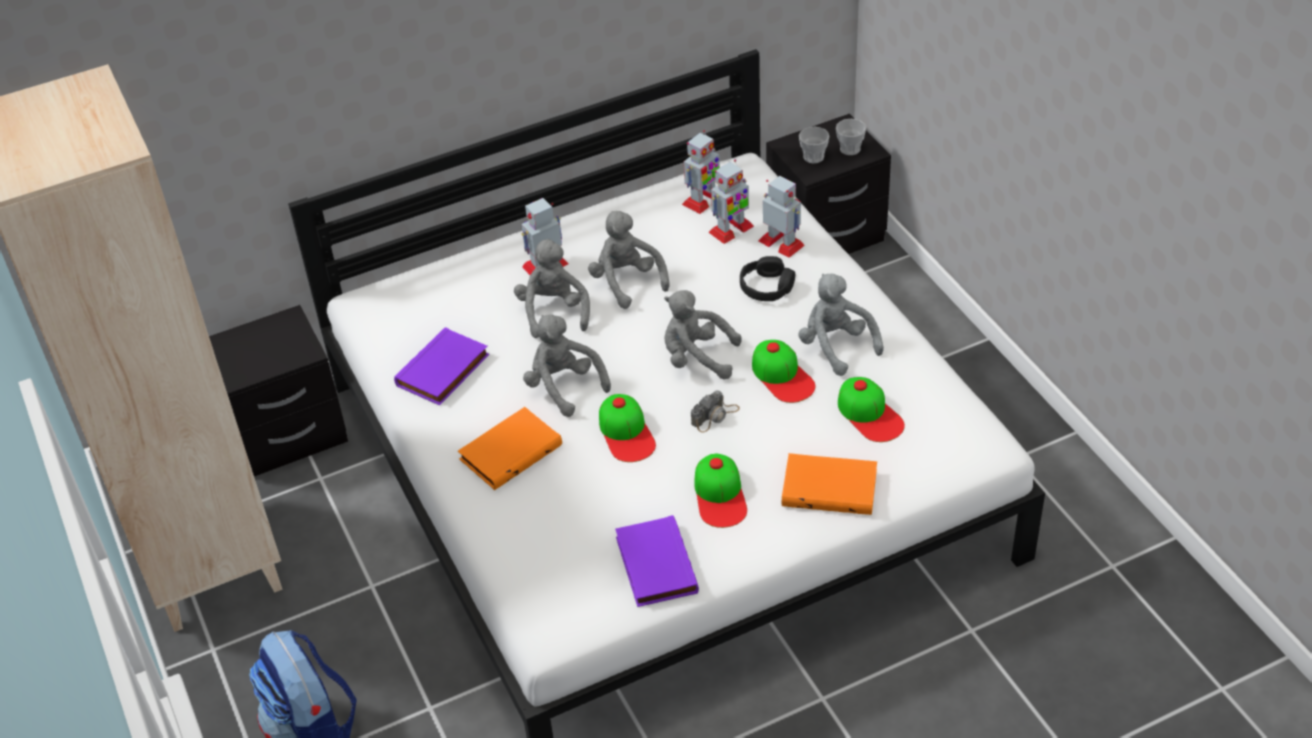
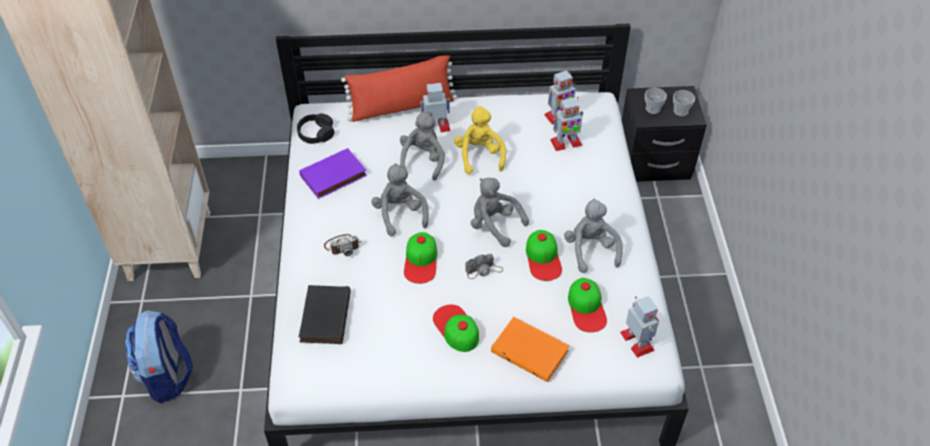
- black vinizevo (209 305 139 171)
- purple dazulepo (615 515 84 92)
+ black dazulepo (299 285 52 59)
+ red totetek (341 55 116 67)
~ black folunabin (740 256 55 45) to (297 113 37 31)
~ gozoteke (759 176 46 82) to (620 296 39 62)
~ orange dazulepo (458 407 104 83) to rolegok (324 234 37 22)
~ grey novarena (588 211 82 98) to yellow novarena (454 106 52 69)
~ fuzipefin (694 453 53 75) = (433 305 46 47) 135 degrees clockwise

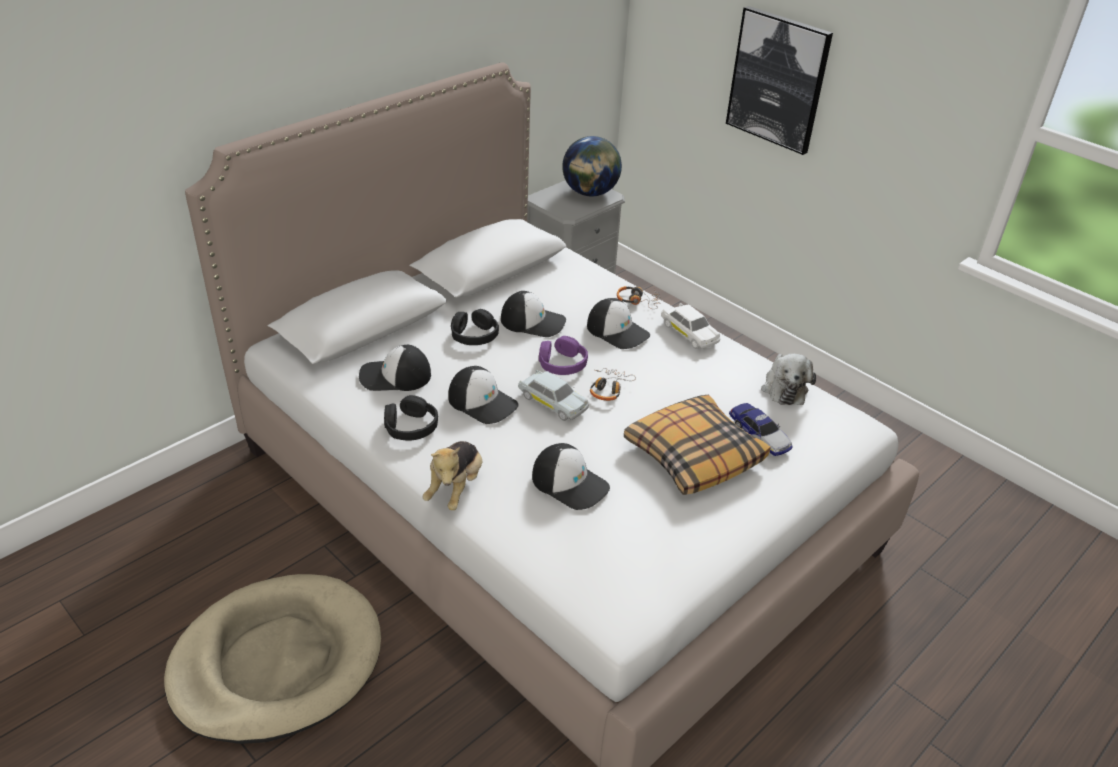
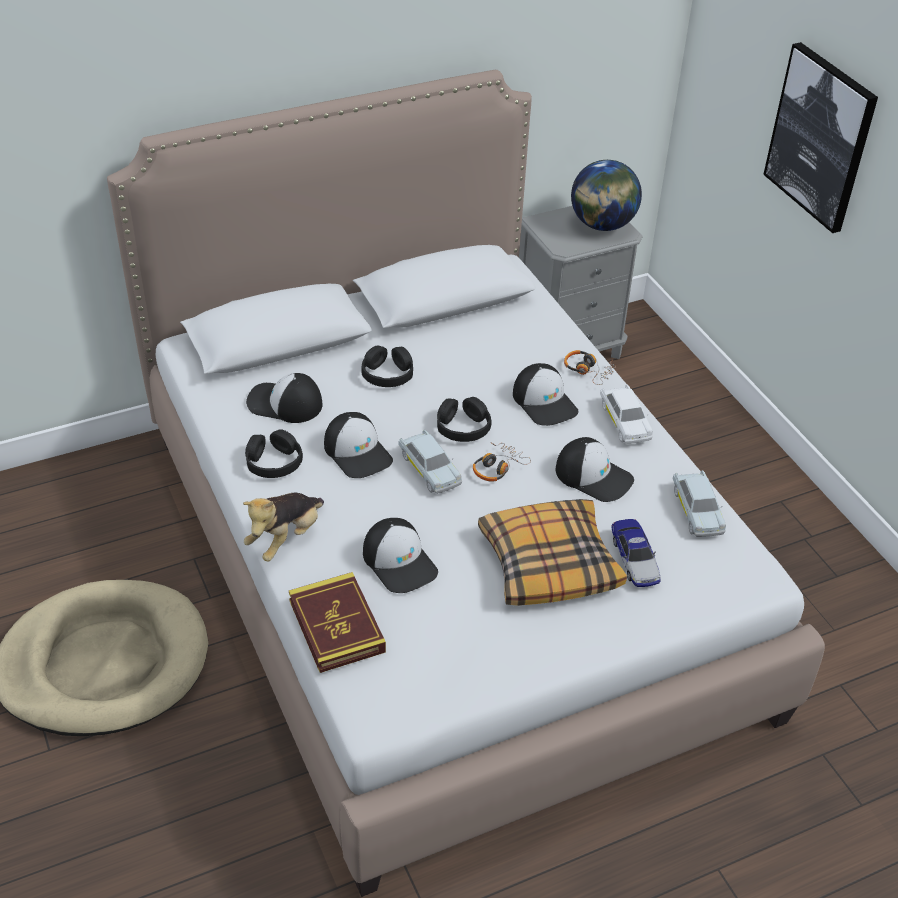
+ dazulepo (289 572 97 101)
~ fuzipefin (501 291 65 46) to (556 437 78 65)
~ novarena (761 354 55 51) to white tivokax (673 470 53 67)
~ purple folunabin (539 336 49 39) to black folunabin (437 397 55 45)

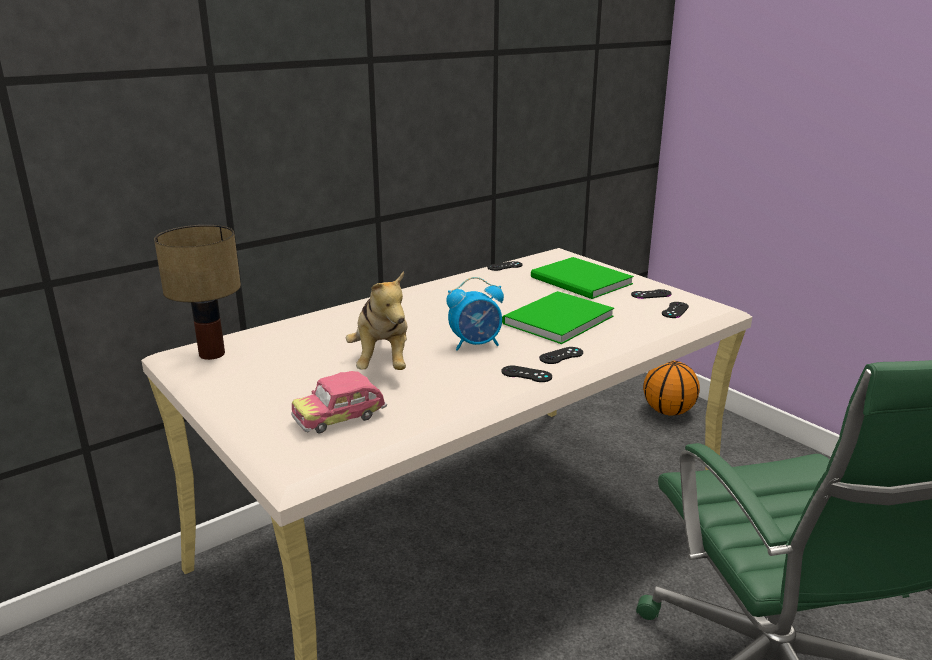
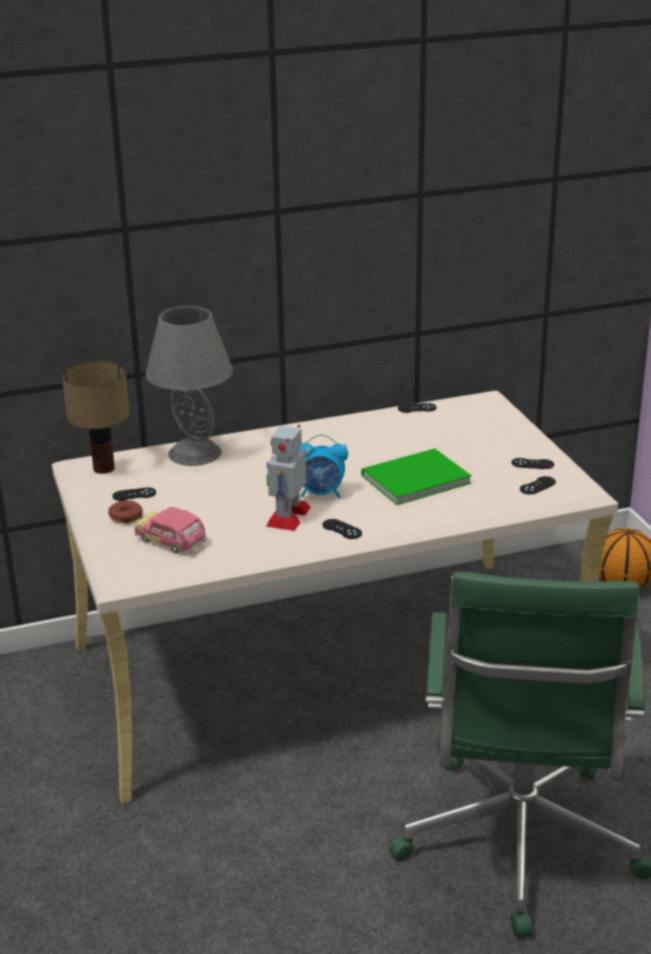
- novarena (346 271 61 99)
- green dazulepo (531 257 103 42)
+ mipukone (108 500 35 23)
+ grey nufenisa (145 306 88 160)
+ gozoteke (266 425 45 106)
~ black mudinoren (539 347 44 17) to (112 487 44 14)
~ tivokax (291 371 96 63) = (135 507 73 47) 45 degrees clockwise

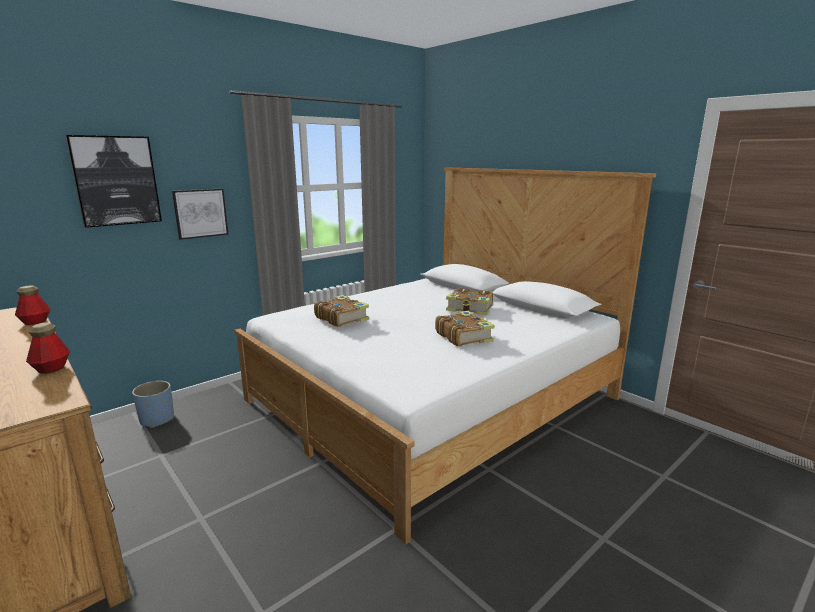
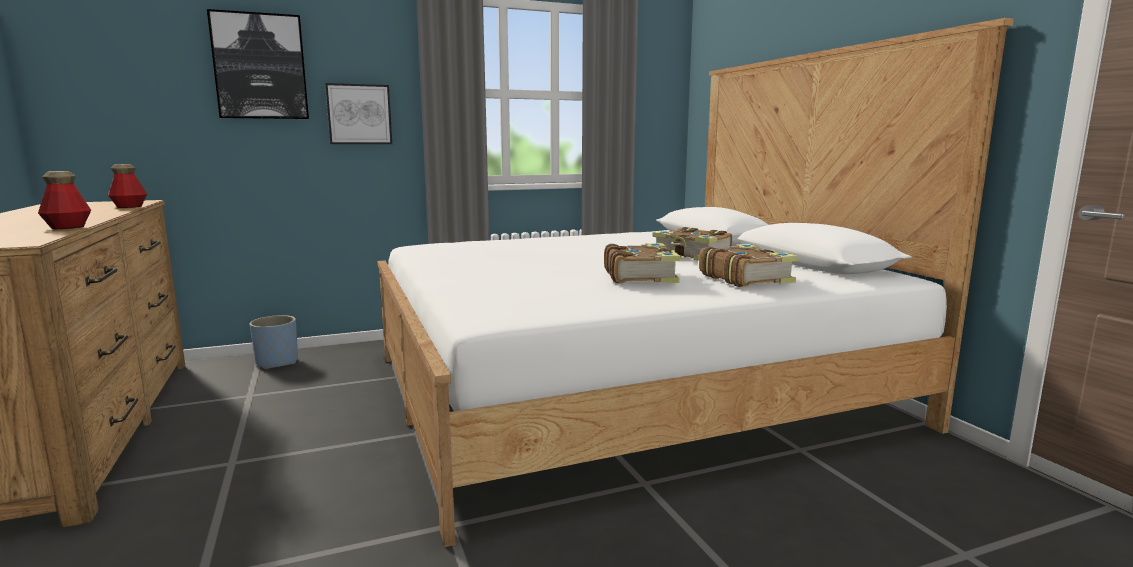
~ dazulepo (314 295 55 32) to (699 244 99 43)

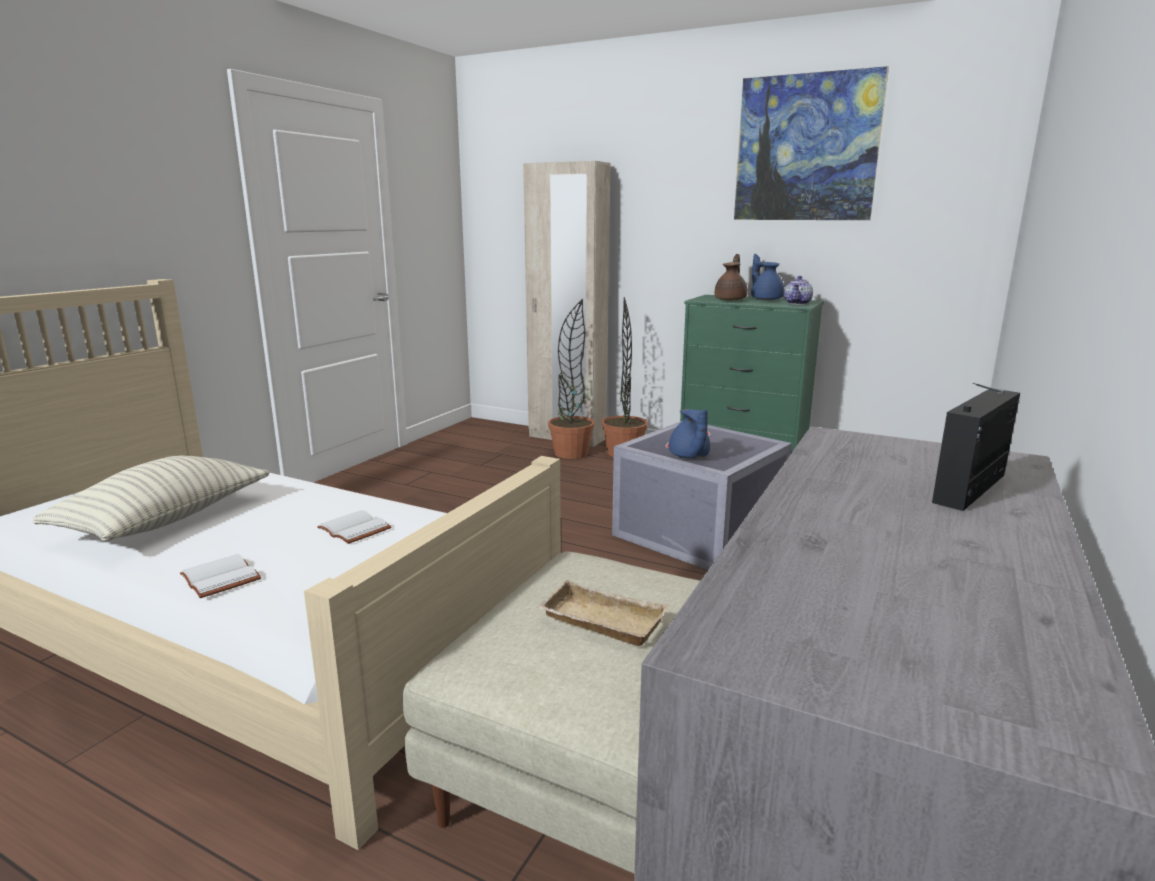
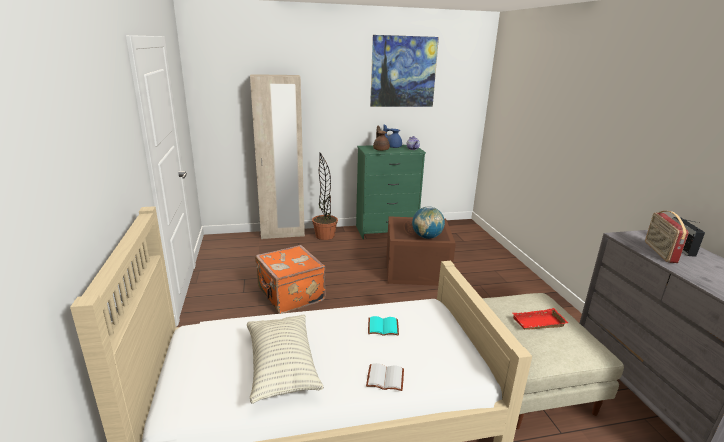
- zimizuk (548 299 47 160)
+ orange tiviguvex (255 245 71 69)
+ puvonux (645 211 44 52)
~ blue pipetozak (669 409 41 49) to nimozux (412 206 33 33)
~ white dazulepo (317 510 74 34) to turquoise dazulepo (368 316 31 20)
~ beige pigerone (536 580 133 66) to red pigerone (513 308 55 22)
~ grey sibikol (612 421 180 149) to brown sibikol (386 216 70 70)

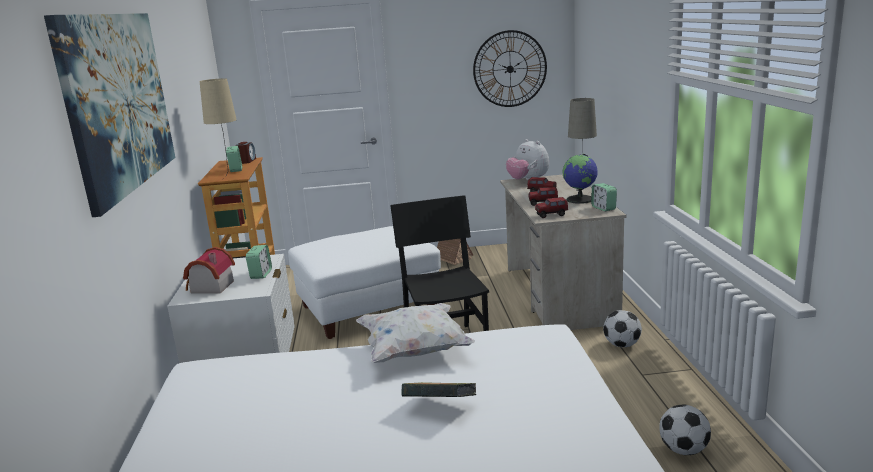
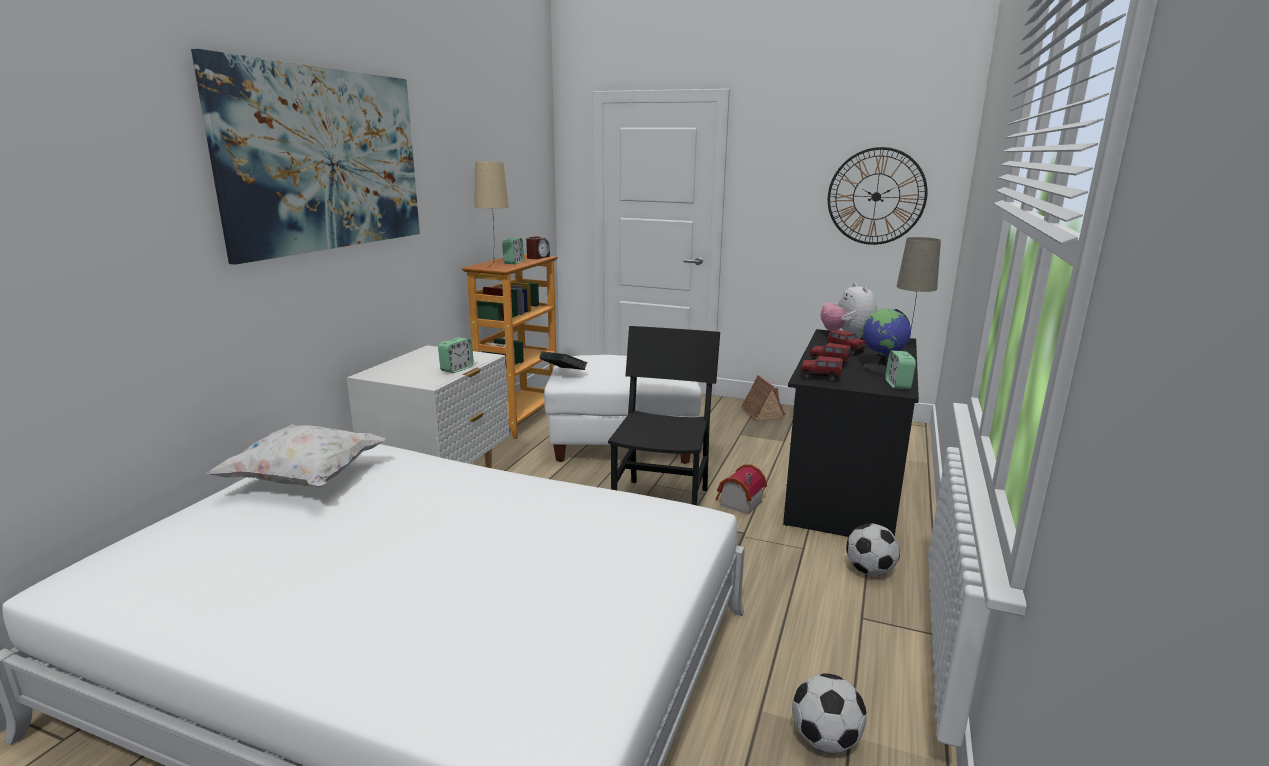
~ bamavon (183 247 52 47) to (715 465 52 49)
~ white totetek (356 303 119 60) to (207 424 179 64)
~ dazulepo (401 382 75 15) to (539 351 48 19)
~ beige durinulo (500 175 127 155) to black durinulo (783 329 136 208)

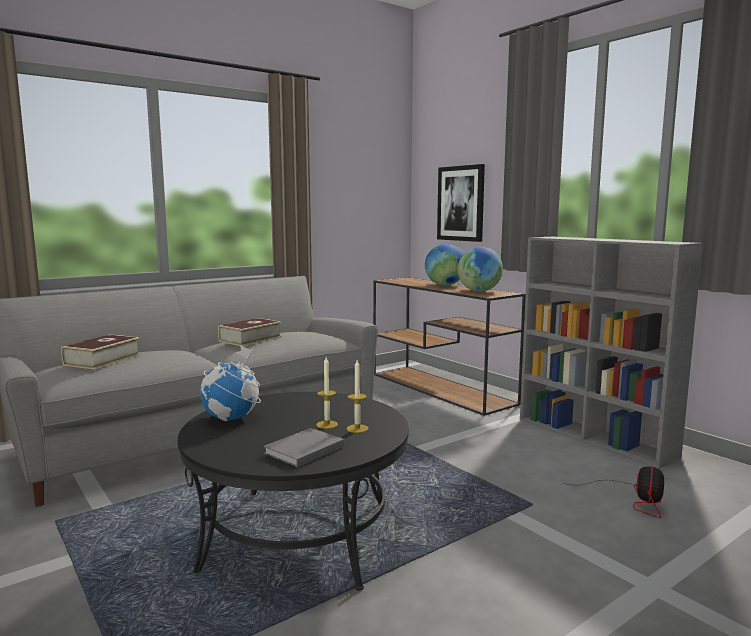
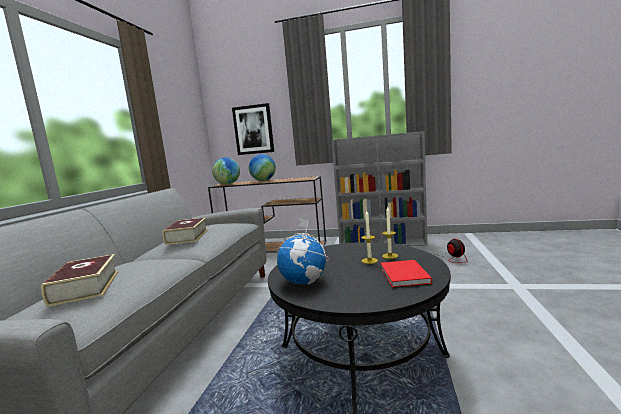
~ nimozux (458 247 45 45) to (212 157 28 28)
~ grey dazulepo (264 428 80 39) to red dazulepo (380 260 52 28)

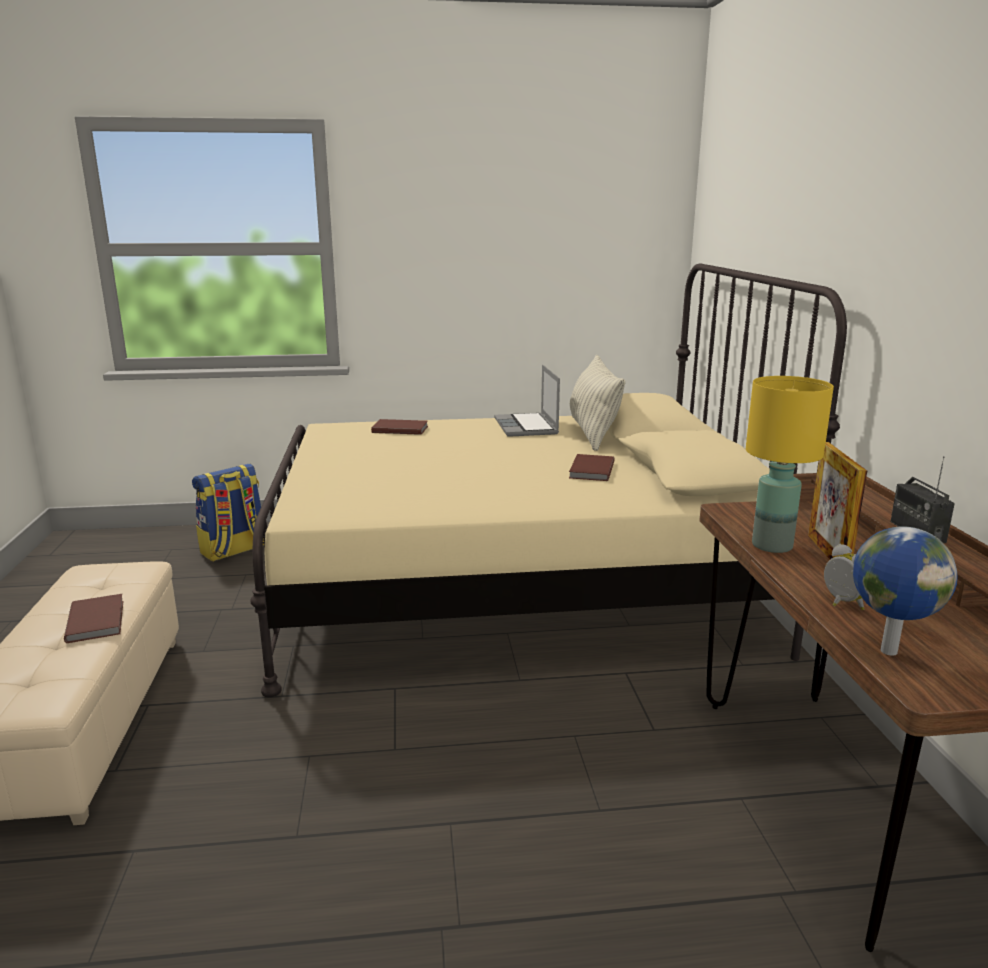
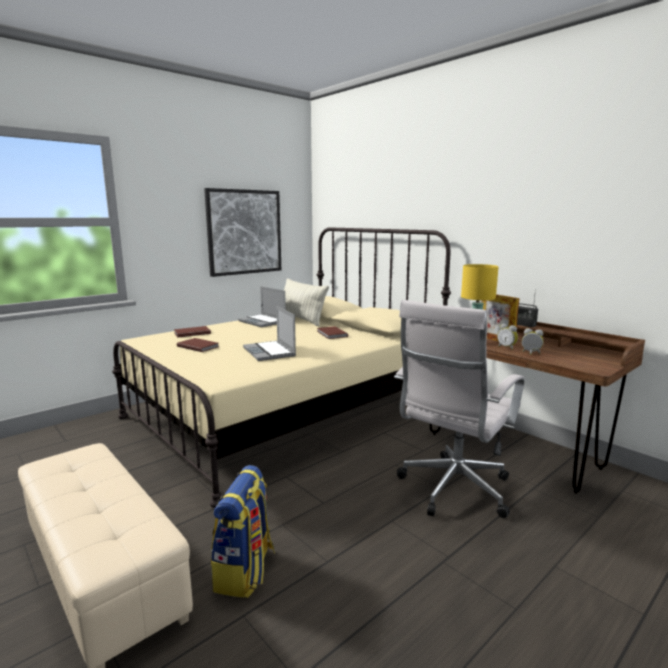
- nimozux (853 527 105 129)
+ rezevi (204 188 77 89)
+ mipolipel (243 306 53 55)
+ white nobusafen (394 300 130 218)
+ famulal (497 323 21 27)
~ brown dazulepo (64 594 59 49) to (177 338 41 14)
~ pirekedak (192 464 73 97) to (211 465 64 133)

